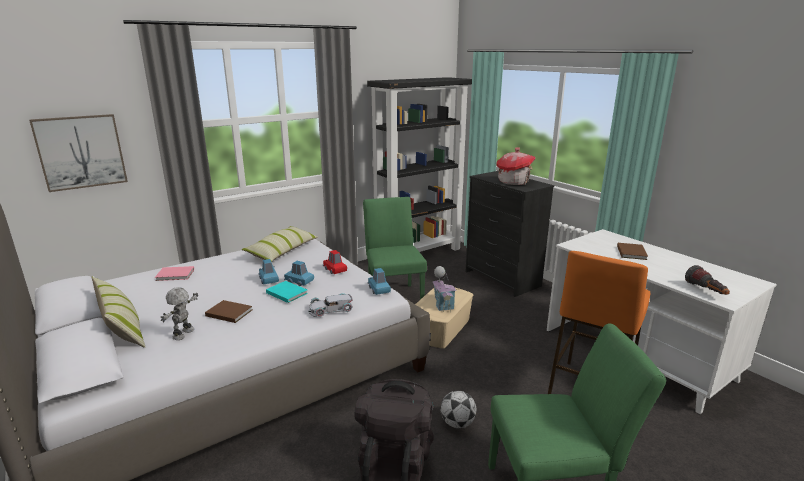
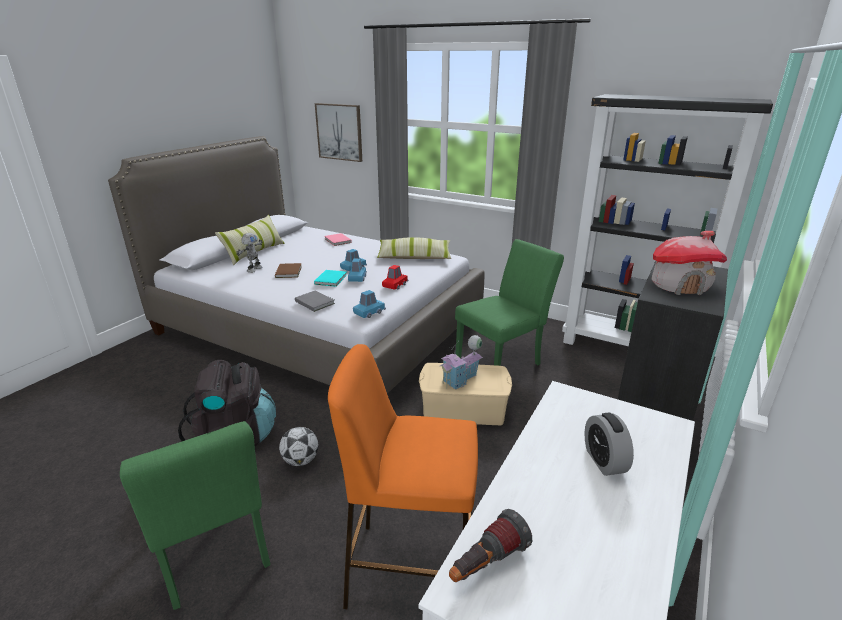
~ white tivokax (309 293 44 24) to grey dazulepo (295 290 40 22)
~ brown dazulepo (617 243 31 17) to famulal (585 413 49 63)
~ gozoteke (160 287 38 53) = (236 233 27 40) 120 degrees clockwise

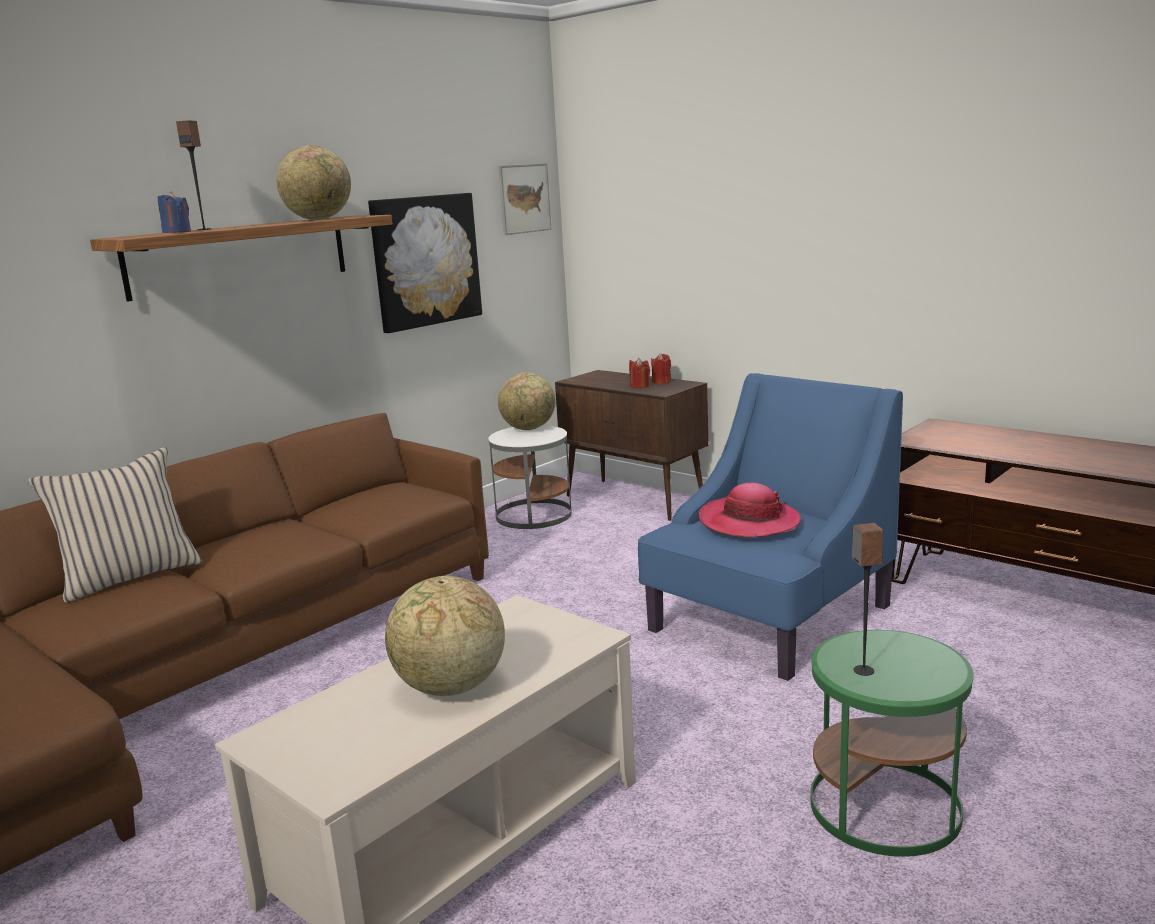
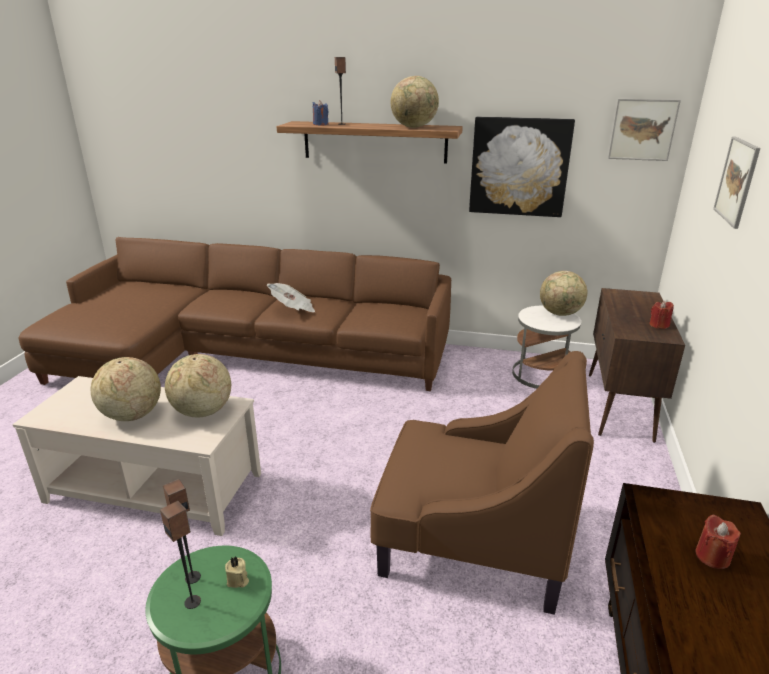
- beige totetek (28 447 174 156)
- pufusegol (699 483 102 54)
+ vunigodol (160 501 41 108)
+ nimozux (165 354 66 63)
+ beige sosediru (225 557 24 31)
+ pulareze (267 283 48 29)
+ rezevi (713 136 48 93)
~ red sosediru (629 358 21 30) to (696 514 45 55)
~ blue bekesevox (638 373 265 308) to brown bekesevox (370 351 224 264)

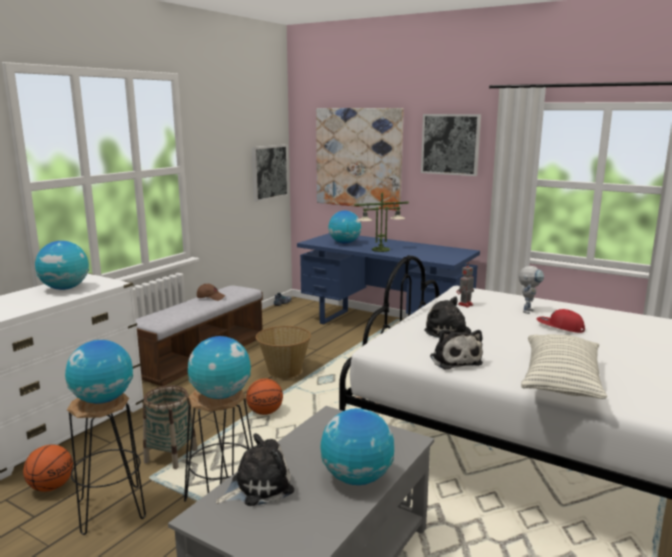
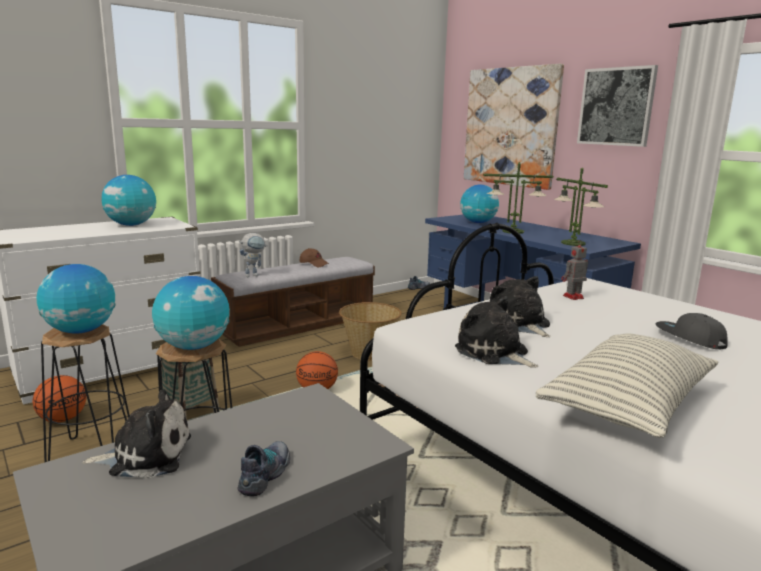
- rezevi (252 145 36 57)
+ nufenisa (554 168 54 78)
~ gozoteke (519 266 25 48) to (239 233 29 44)
~ nimozux (320 408 74 77) to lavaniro (238 441 52 55)
~ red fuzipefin (537 309 48 24) to grey fuzipefin (656 313 72 37)
~ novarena (430 329 53 41) = (455 296 83 72) 135 degrees clockwise

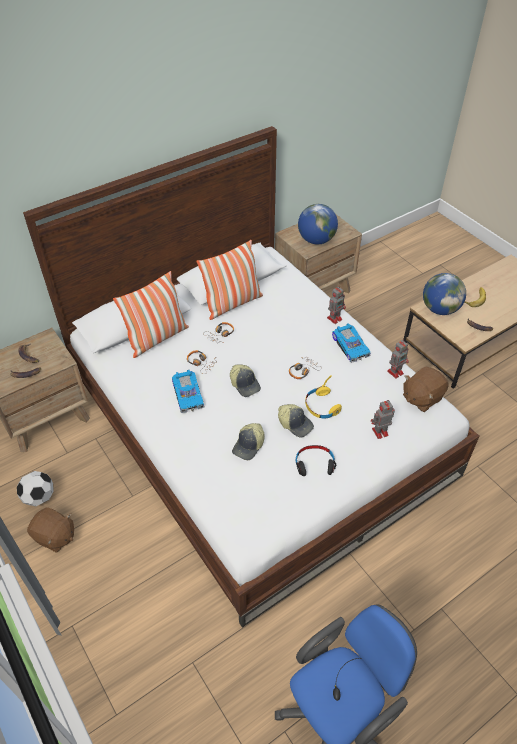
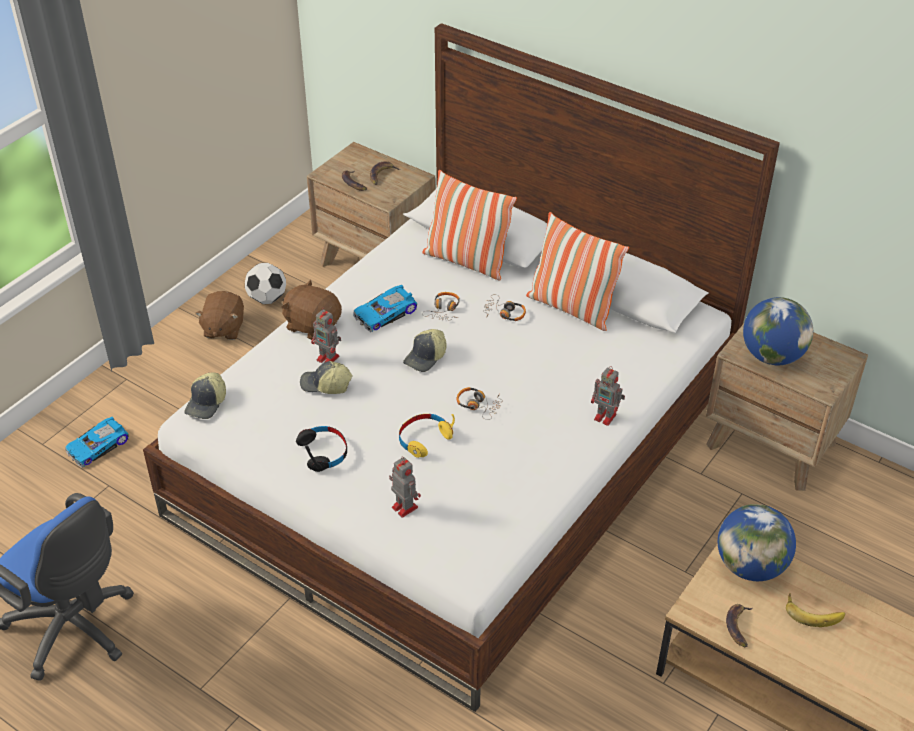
~ fuzipefin (278 404 36 34) to (184 372 42 47)
~ tivokax (332 323 39 40) to (65 417 64 51)
~ gozoteke (387 339 22 40) to (311 308 30 55)
~ brown novarena (403 366 46 46) to (281 279 61 61)

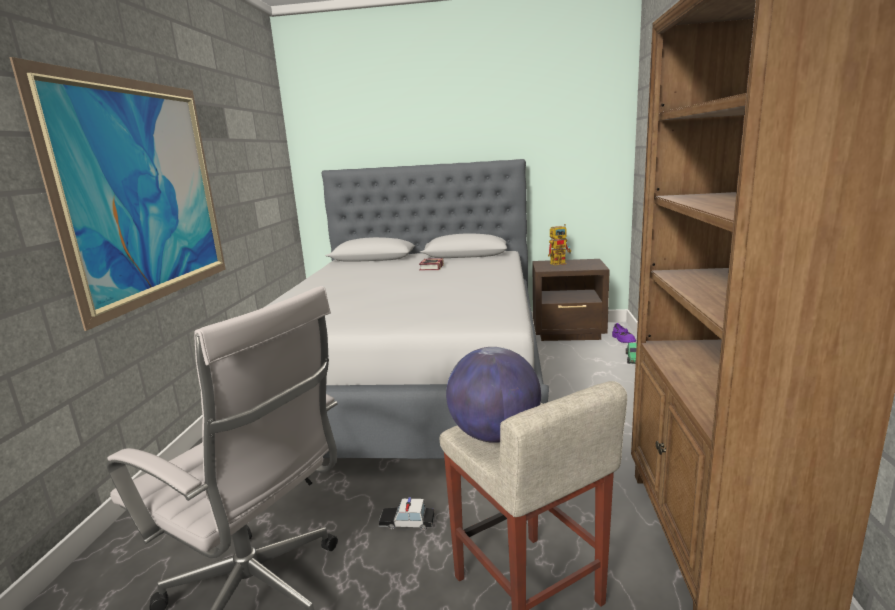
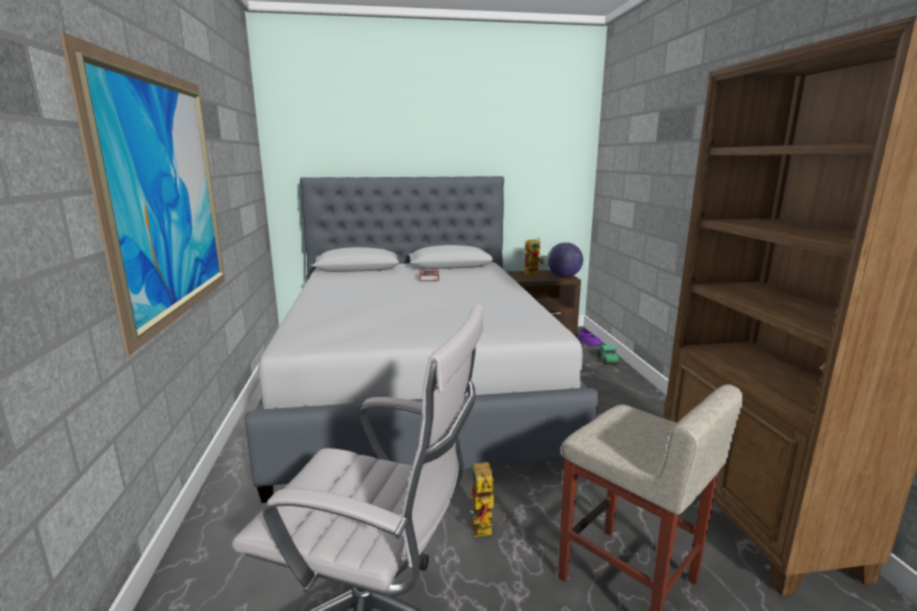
~ nimozux (446 347 95 96) to (547 242 36 36)
~ tivokax (379 497 55 33) to gozoteke (470 462 36 75)

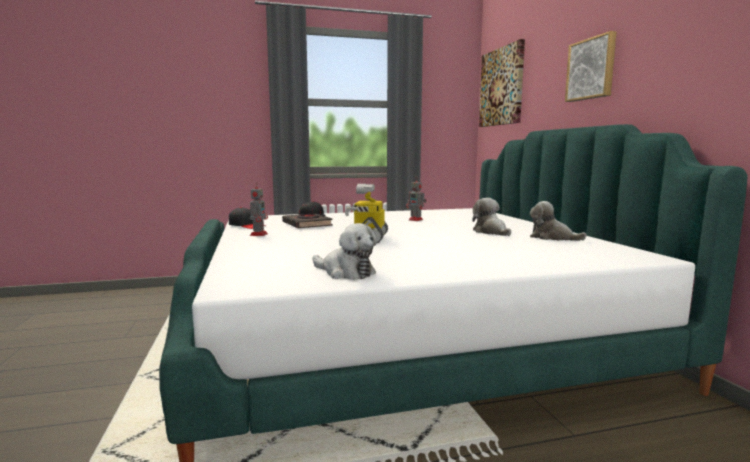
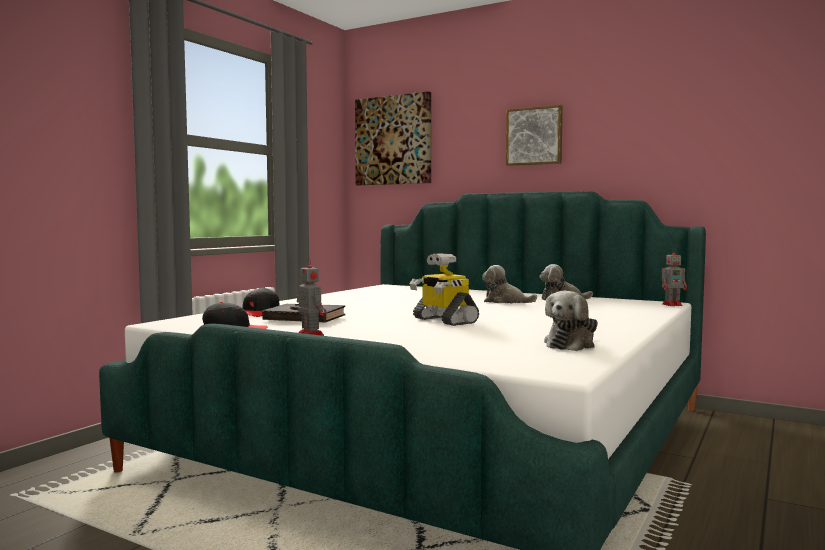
~ gozoteke (406 178 20 43) to (662 248 25 58)
~ novarena (312 223 65 57) = (544 291 54 60) 135 degrees clockwise

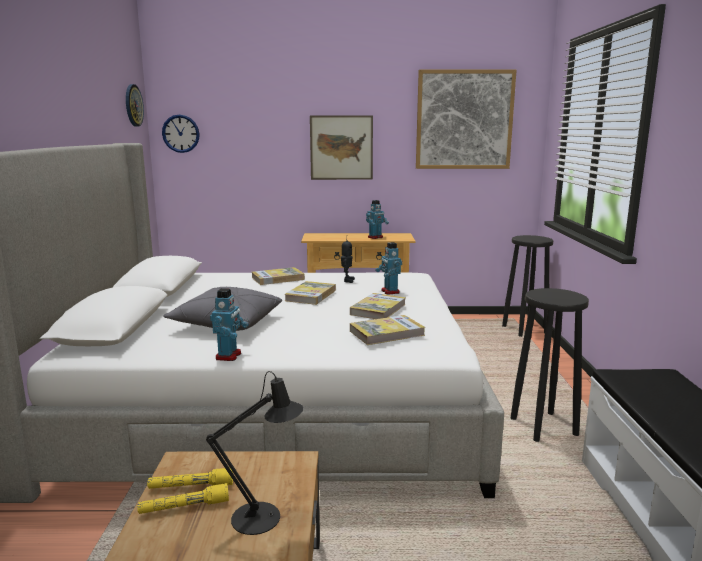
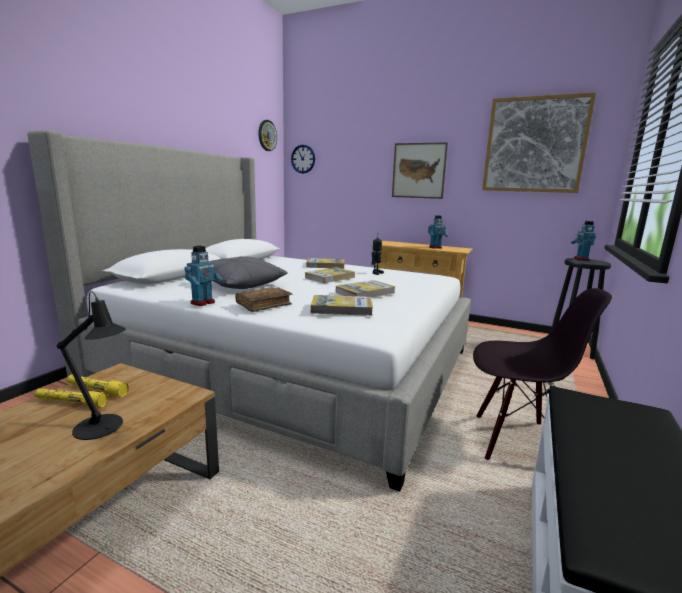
+ brown dazulepo (235 287 57 25)
~ gozoteke (375 242 27 53) to (571 221 25 40)
~ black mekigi (511 288 78 154) to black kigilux (473 288 139 172)

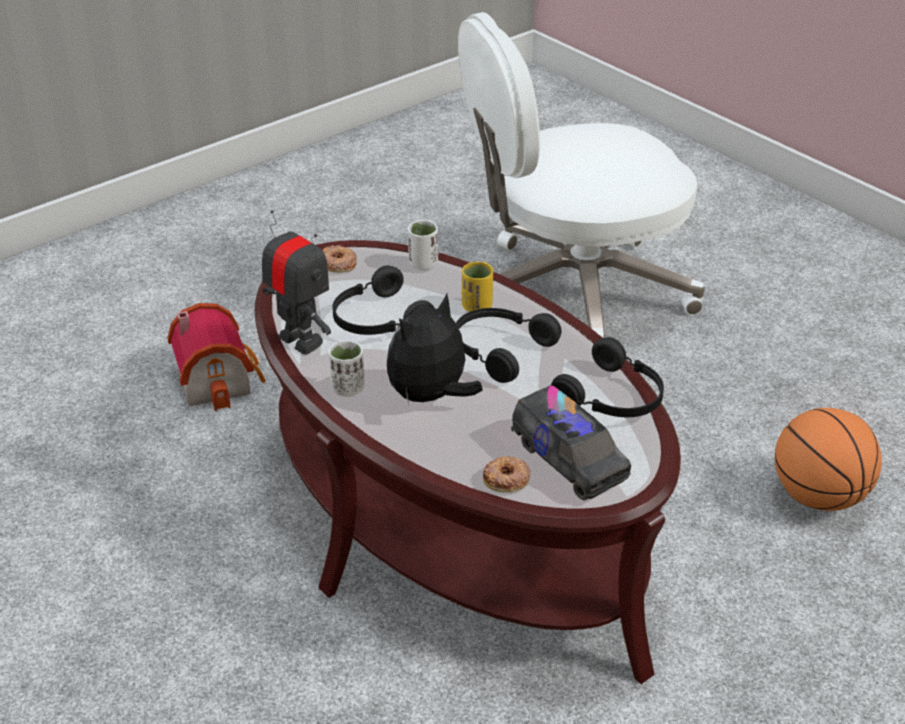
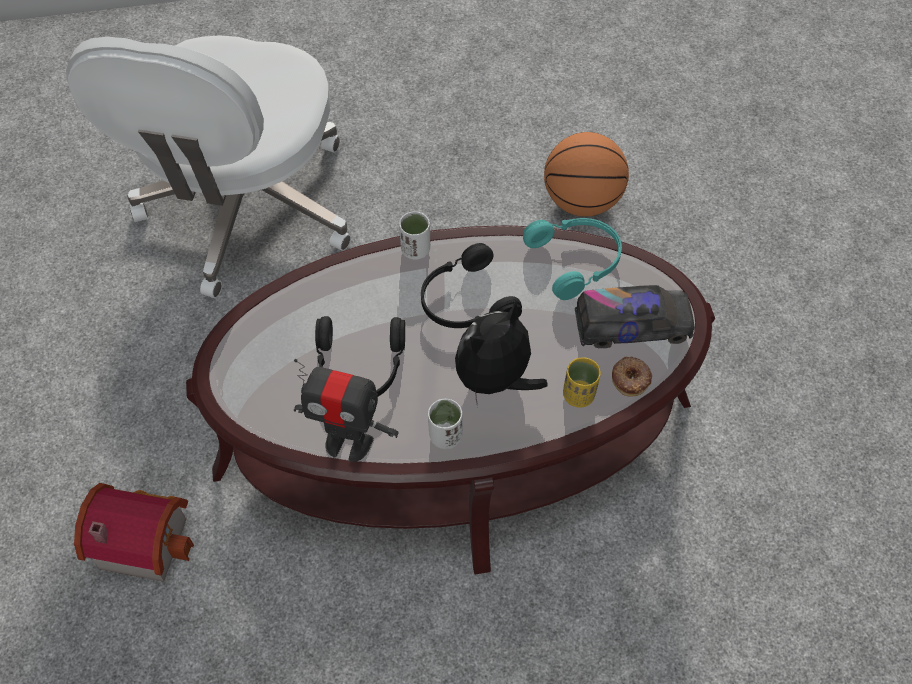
- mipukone (322 245 35 27)
~ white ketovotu (408 220 30 50) to (399 211 31 48)
~ yellow ketovotu (462 262 31 50) to (563 357 38 51)
~ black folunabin (551 337 113 80) to turquoise folunabin (523 218 99 82)
~ gozoteke (262 210 69 145) = (294 359 105 103) 150 degrees counterclockwise
~ novarena (387 293 96 112) = (455 300 93 106) 60 degrees clockwise

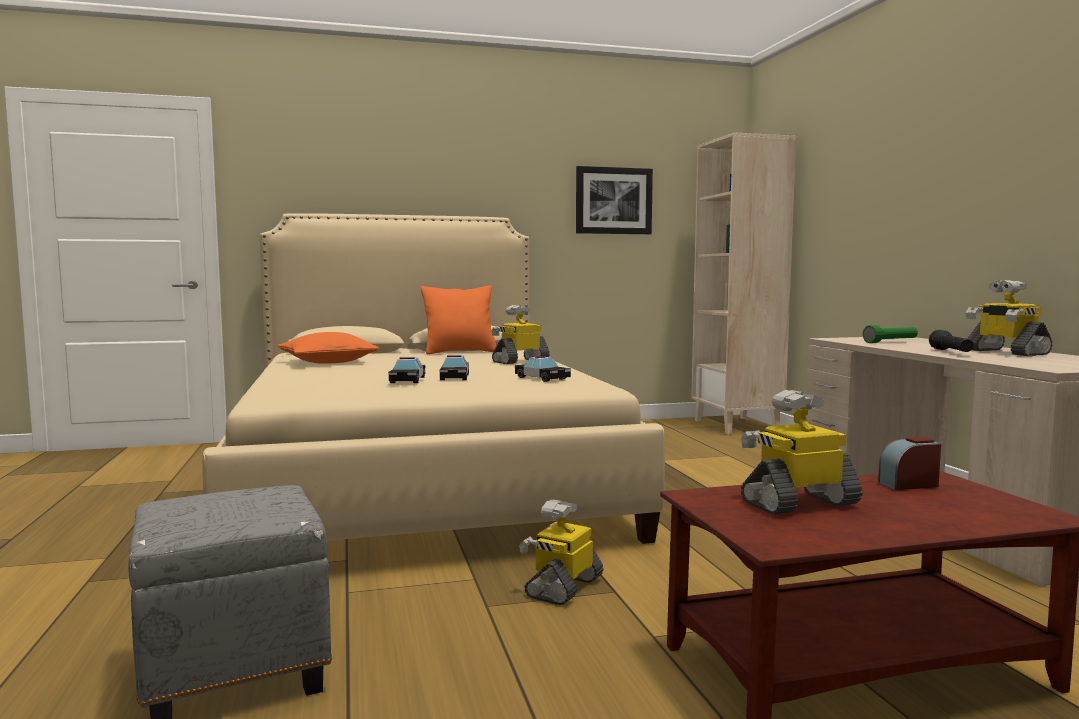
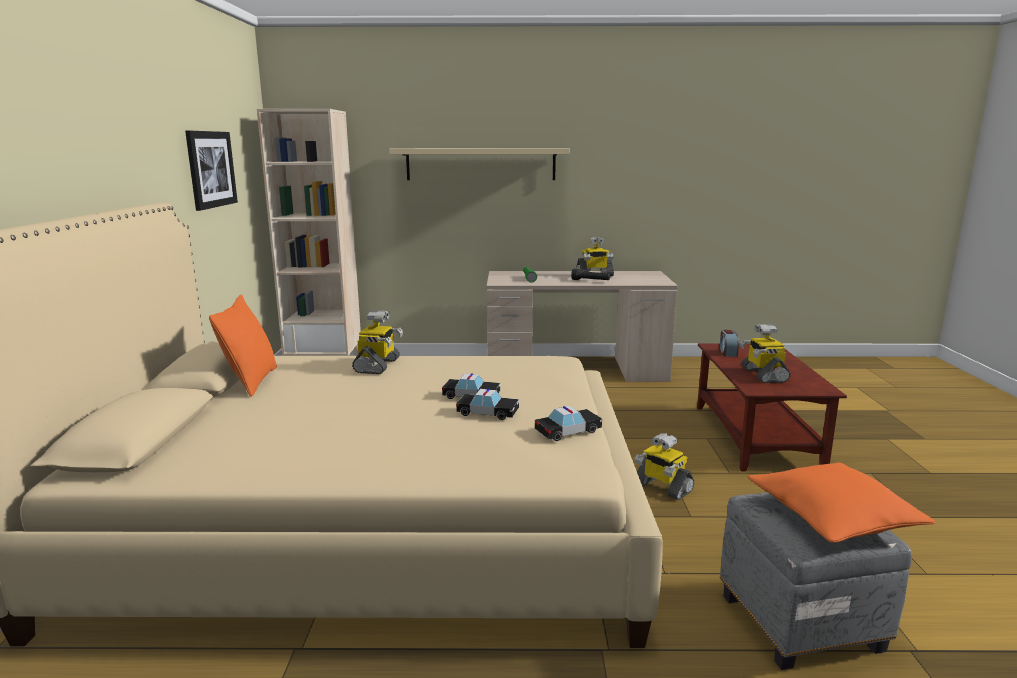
+ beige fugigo (389 148 181 32)
~ orange totetek (277 332 102 32) to (748 463 187 80)
~ tivokax (515 356 56 26) to (535 406 67 35)
~ gozoteke (492 305 58 59) = (352 311 51 63) 150 degrees counterclockwise

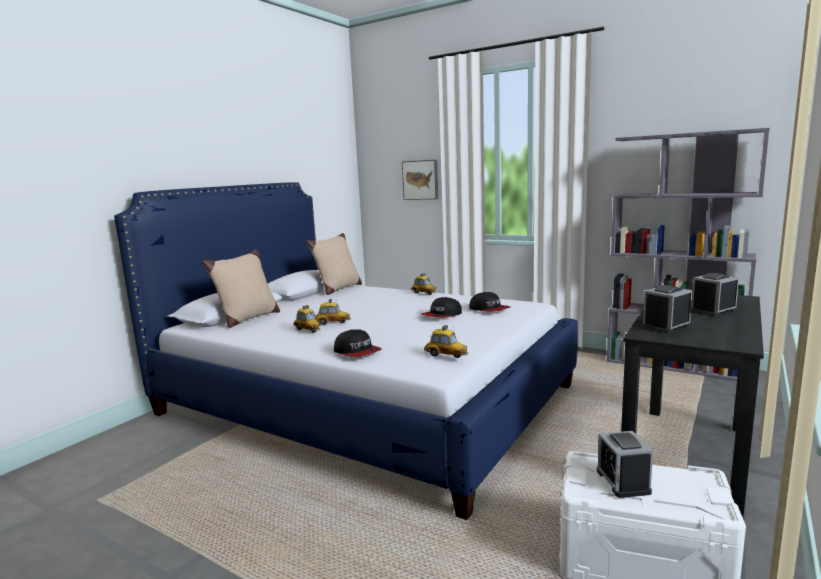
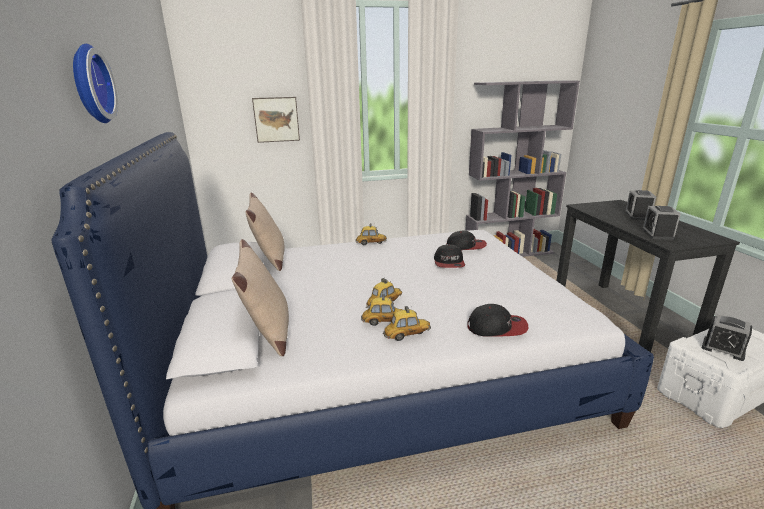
+ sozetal (73 44 45 79)
~ tivokax (424 325 44 33) to (383 306 48 35)

